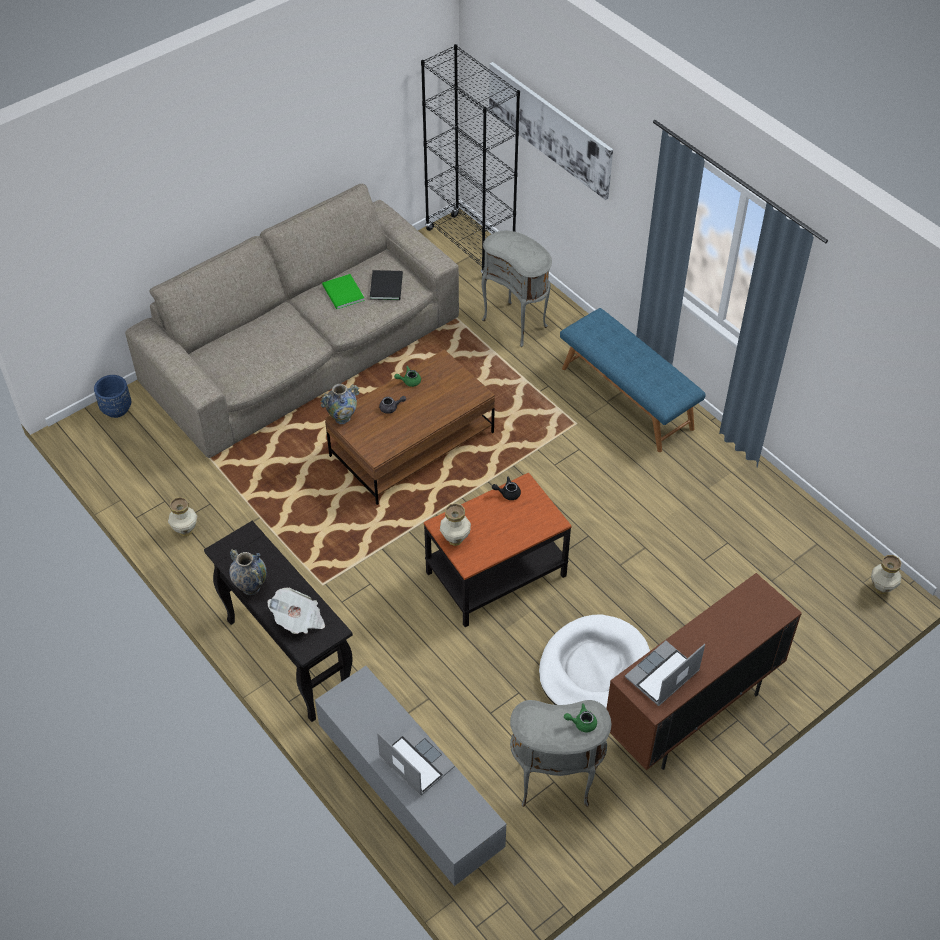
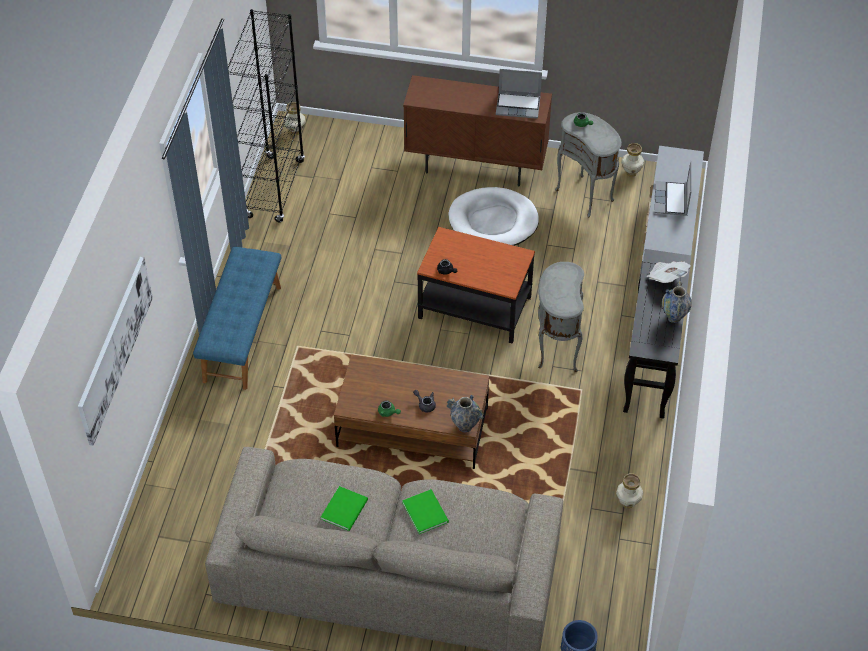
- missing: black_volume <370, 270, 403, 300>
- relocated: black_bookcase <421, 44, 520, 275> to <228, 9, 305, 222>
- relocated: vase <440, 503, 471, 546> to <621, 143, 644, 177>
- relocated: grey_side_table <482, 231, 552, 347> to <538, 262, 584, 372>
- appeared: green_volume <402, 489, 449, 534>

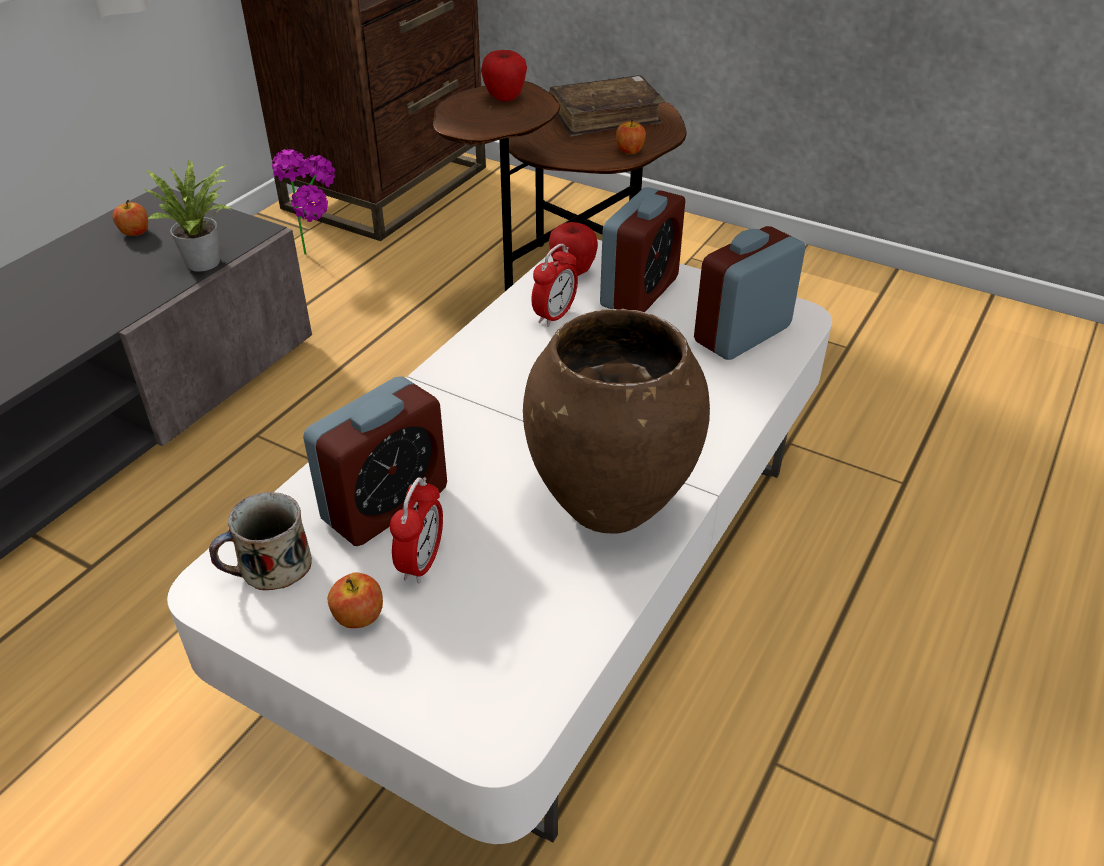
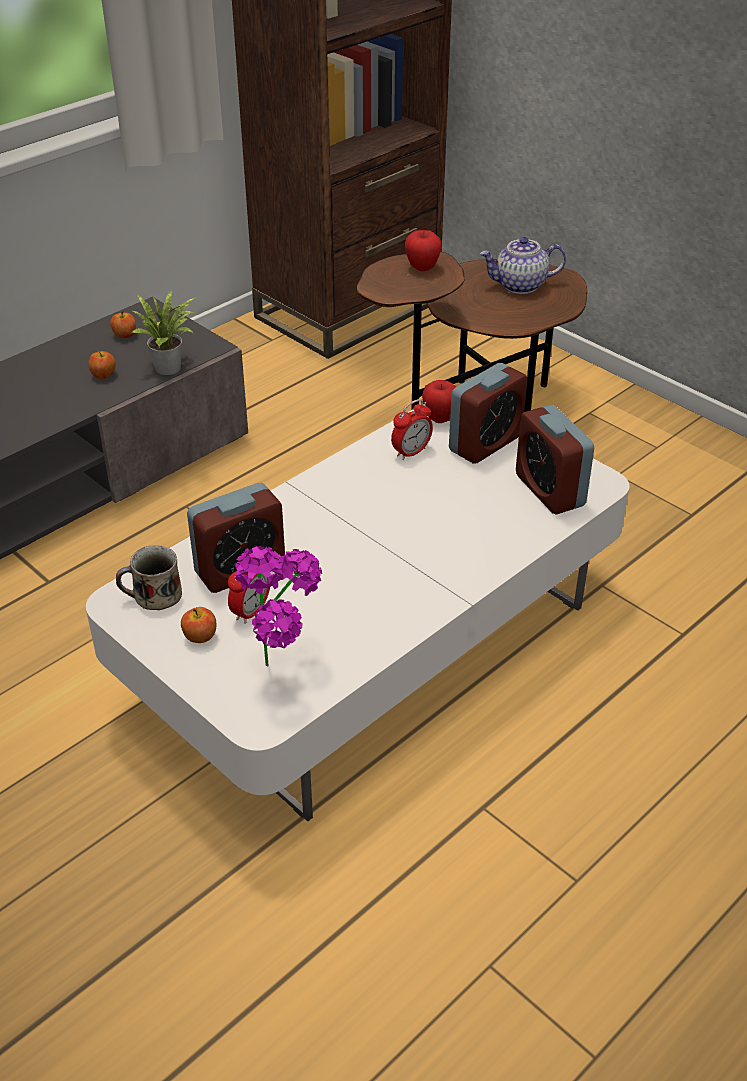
- relocated: plant_in_a_pot <272, 149, 335, 255> to <235, 546, 322, 667>
- missing: brown_vase <523, 309, 710, 534>
- exchanged: brown_volume <549, 75, 665, 136> to pot_for_tea <480, 237, 566, 294>
- relocated: apple_fruit <616, 119, 646, 154> to <88, 351, 116, 379>
- spun: table_clock <694, 226, 806, 360> = <516, 405, 594, 514> 90 degrees counterclockwise

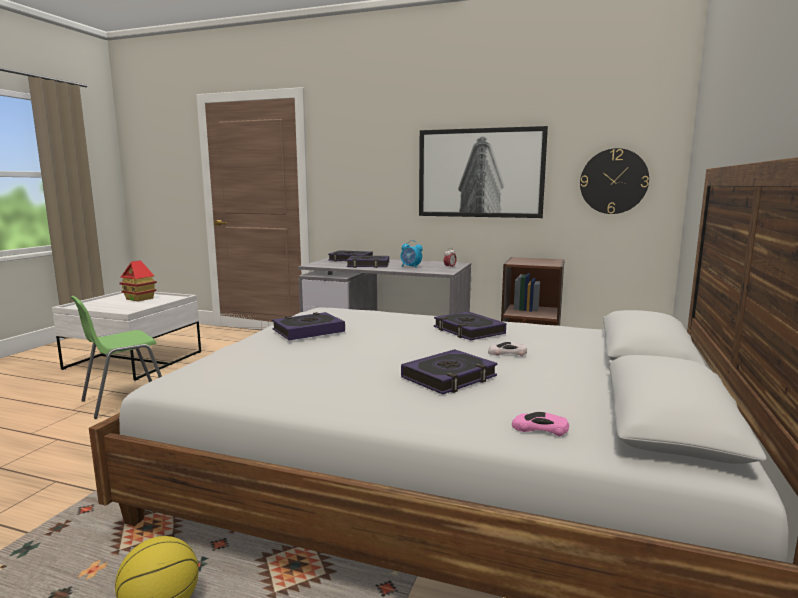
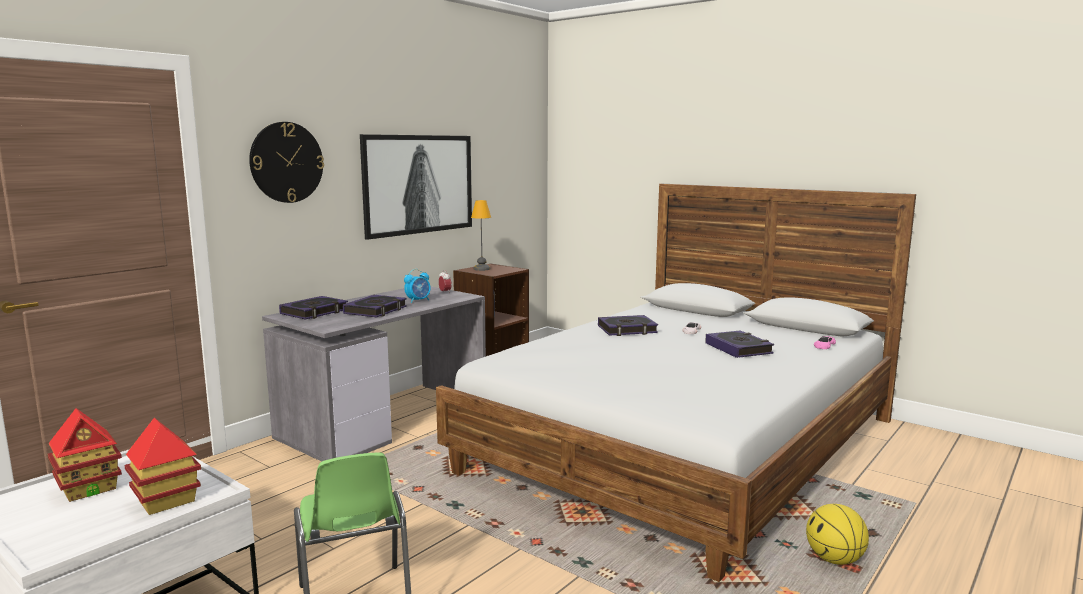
- missing: volume <272, 312, 345, 340>
- relocated: wall_clock <580, 148, 649, 214> to <249, 122, 324, 203>
- appeared: toy_house <124, 418, 201, 515>
- appeared: lamp_for_a_table <471, 200, 491, 271>

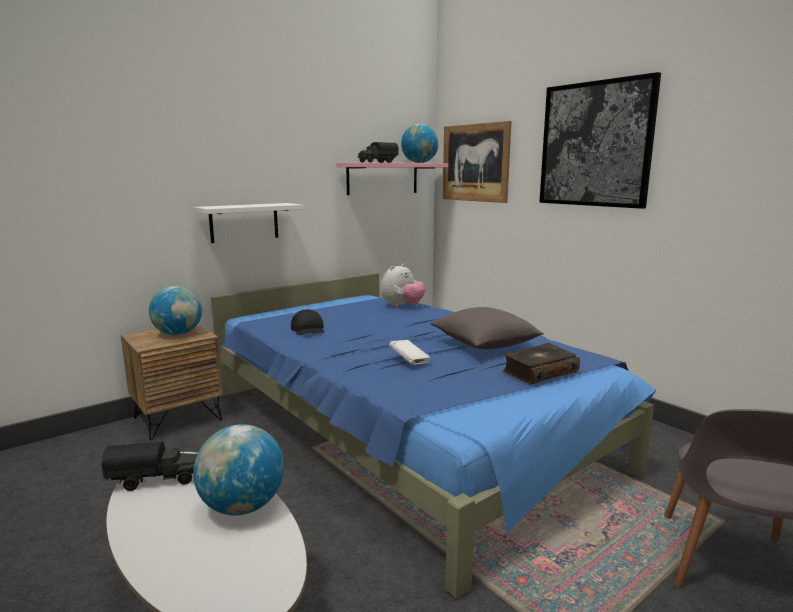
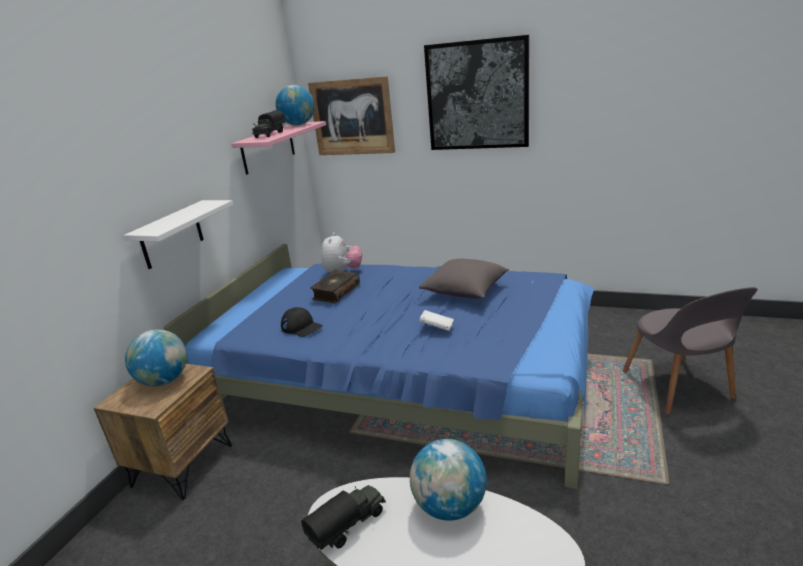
- relocated: volume <502, 343, 580, 384> to <310, 270, 360, 303>

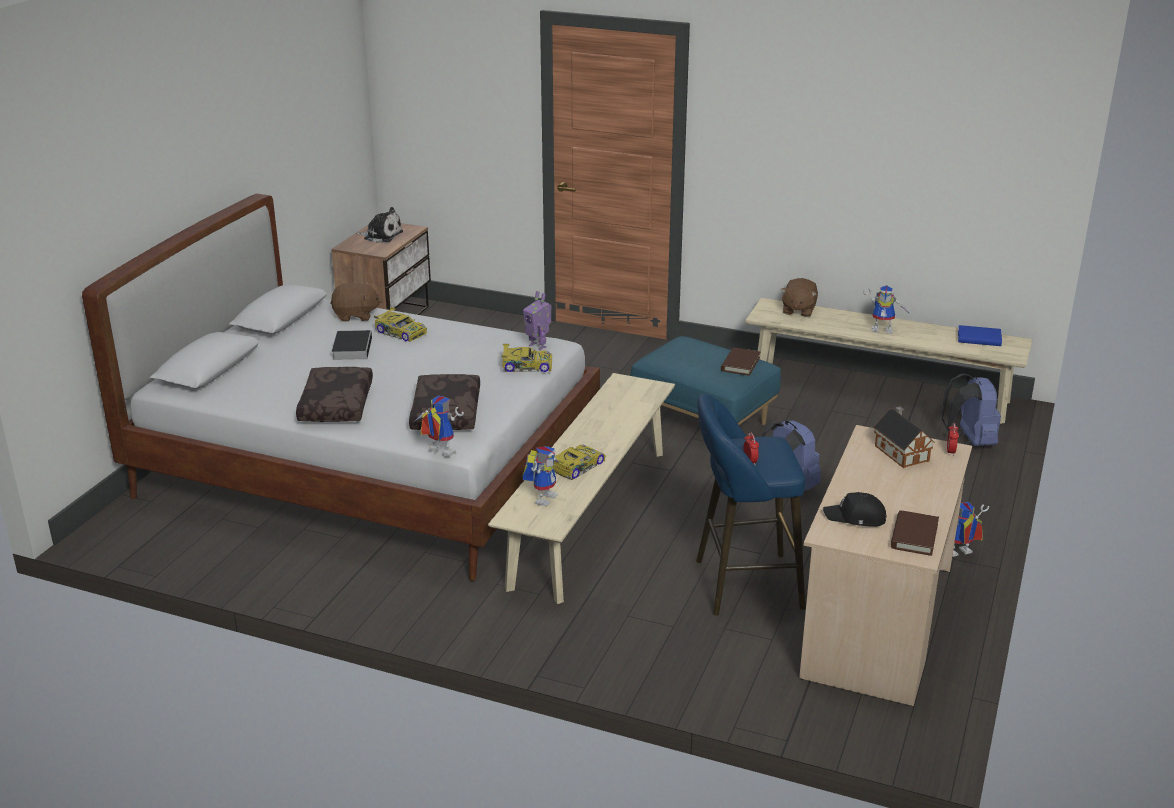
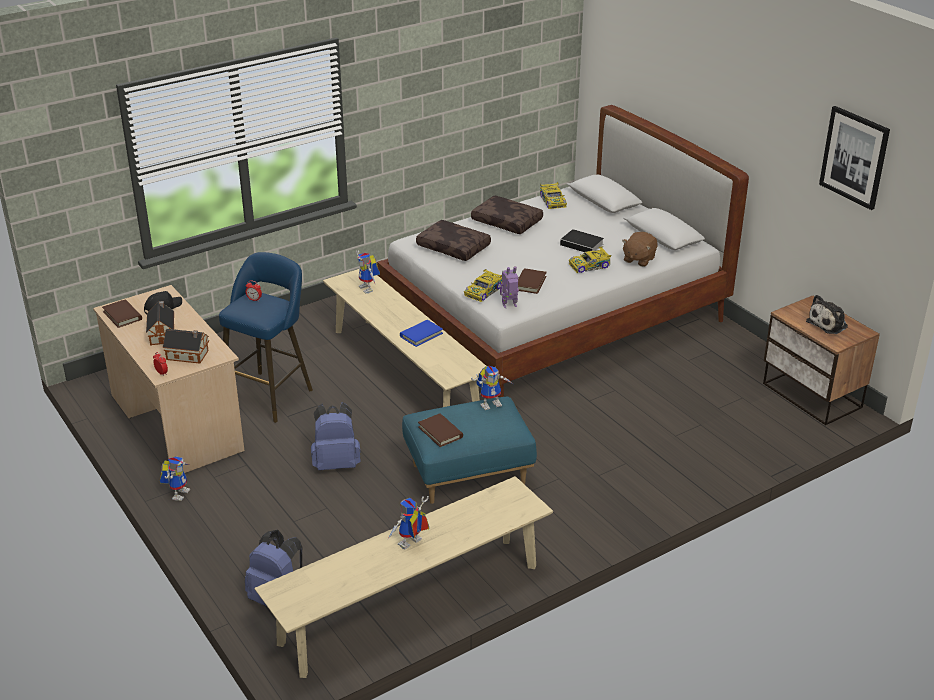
- relocated: robot_figure <415, 396, 464, 457> to <471, 366, 513, 410>
- relocated: miniature_car <553, 444, 606, 480> to <540, 182, 567, 209>
- missing: brown_plush_toy <781, 278, 818, 317>
- relocated: blue-coloured_volume <958, 325, 1002, 346> to <400, 320, 443, 347>
- appeared: toy_house <146, 301, 174, 346>
- appeared: brown_volume <518, 268, 547, 294>
- appeared: wall_art <819, 106, 890, 210>

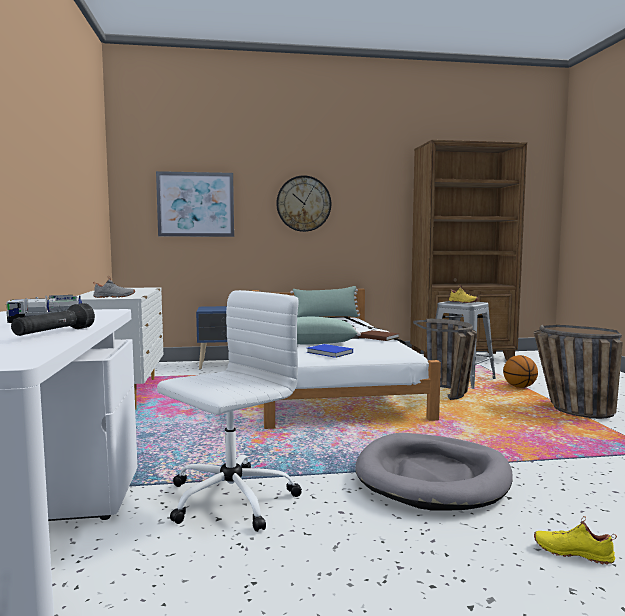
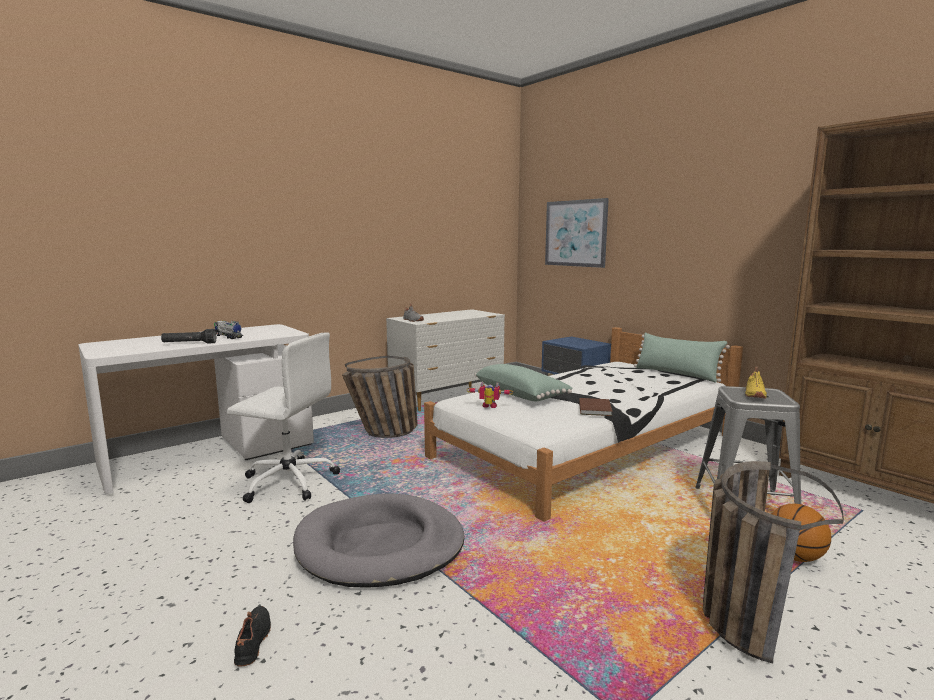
- missing: wall_clock <276, 175, 331, 232>
- exchanged: blue-coloured_volume <307, 344, 353, 358> to robot_figure <467, 382, 513, 408>
- relocated: storage_basket <413, 319, 477, 400> to <342, 356, 418, 438>
- colour: yellow-coloured_item_of_footwear <534, 516, 617, 565> to black_item_of_footwear <234, 606, 271, 666>

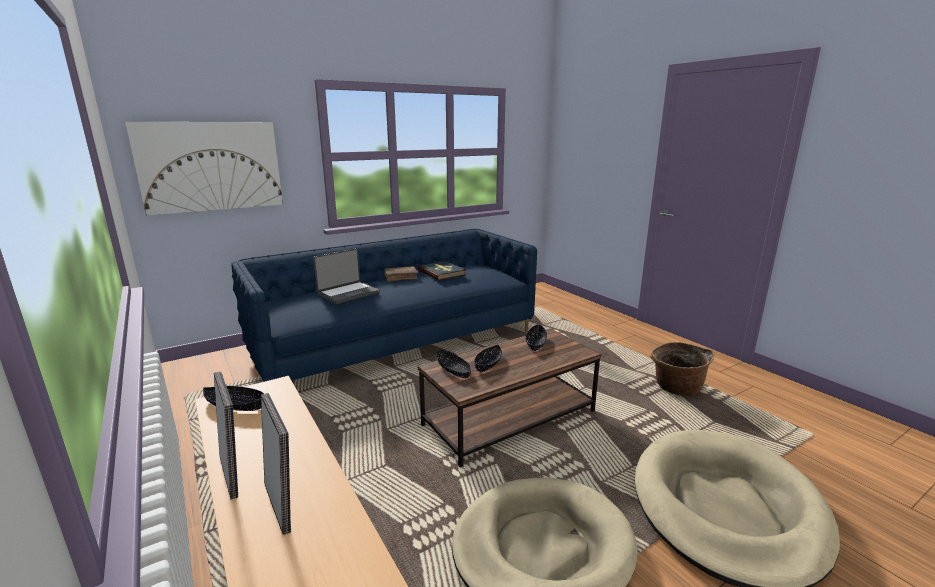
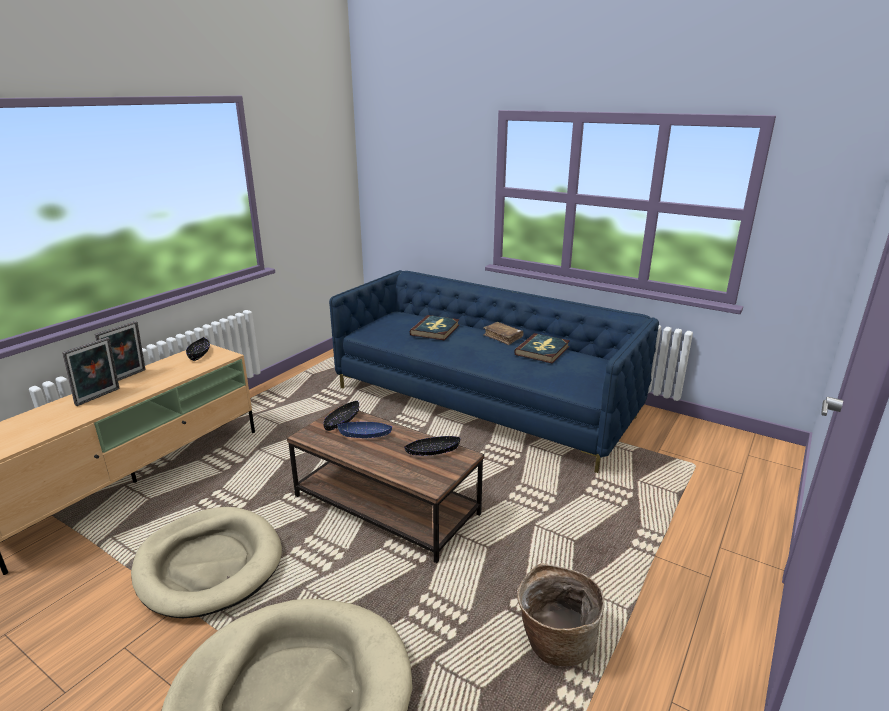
- missing: wall_art <125, 122, 283, 215>
- exchanged: laptop <313, 248, 380, 304> to volume <410, 315, 460, 341>
- colour: black_bowl <474, 345, 502, 372> to blue-coloured_bowl <337, 422, 392, 438>

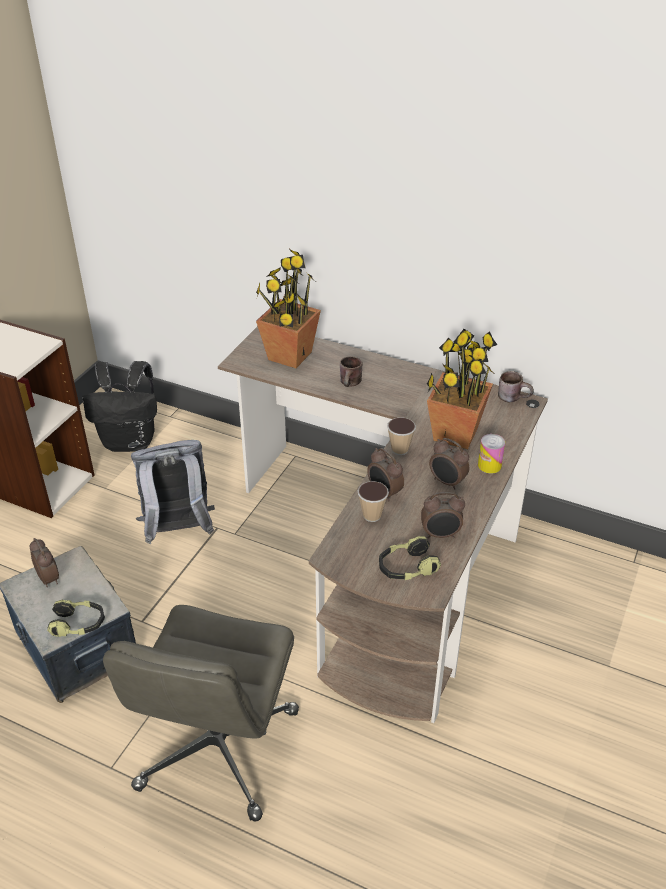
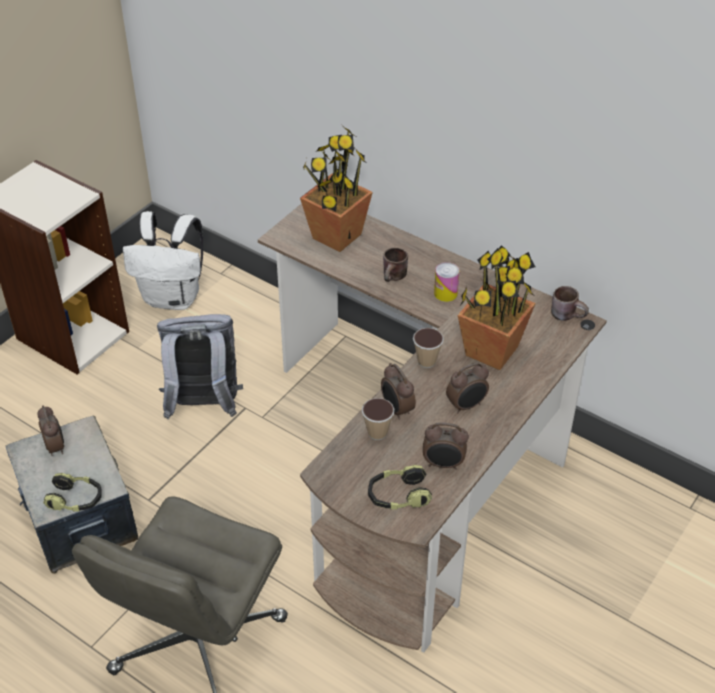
- colour: black_backpack <82, 361, 157, 452> to whitish_backpack <123, 211, 203, 310>
- spun: table_clock <429, 438, 469, 490> = <446, 362, 489, 413> 75 degrees counterclockwise
- relocated: can <478, 434, 505, 474> to <434, 262, 459, 302>

